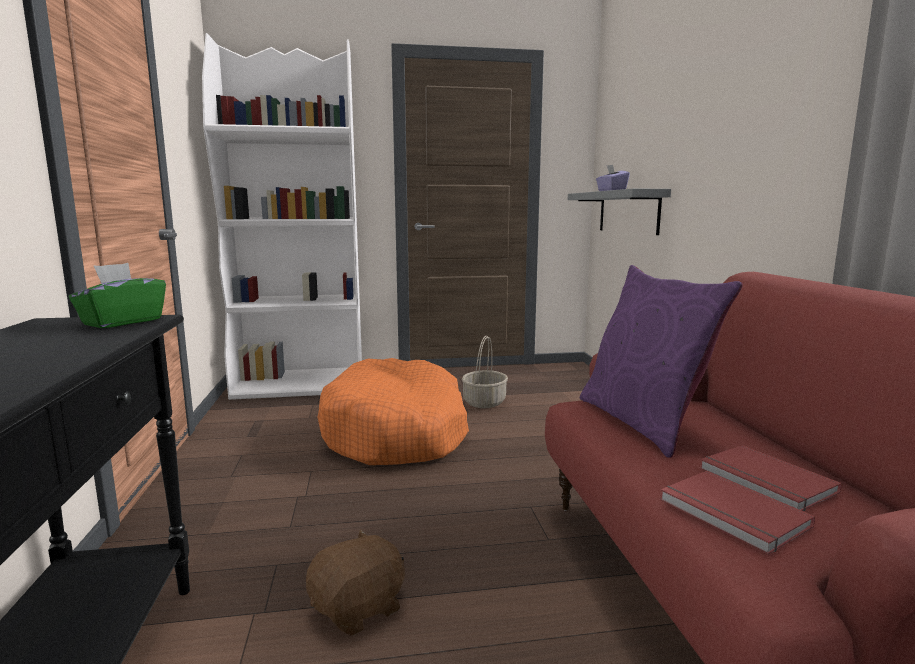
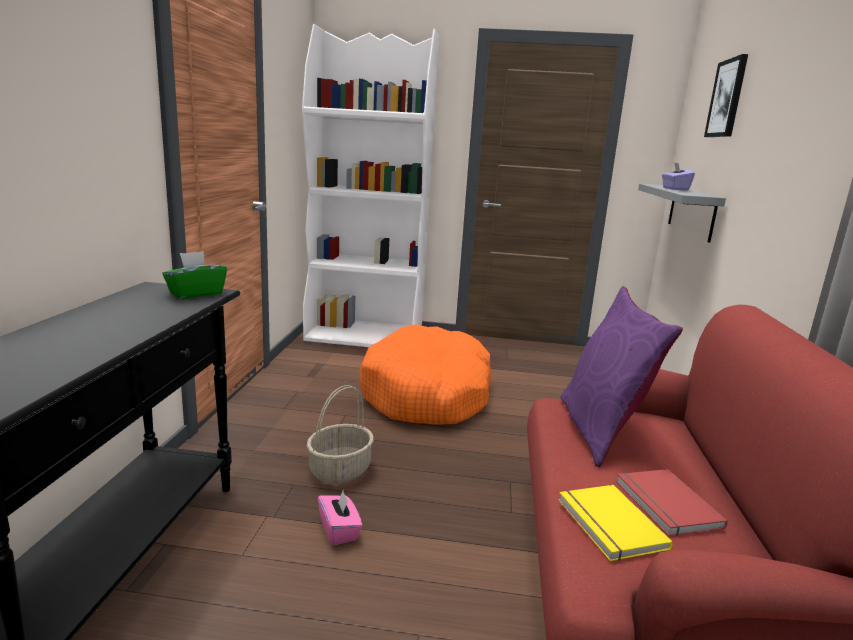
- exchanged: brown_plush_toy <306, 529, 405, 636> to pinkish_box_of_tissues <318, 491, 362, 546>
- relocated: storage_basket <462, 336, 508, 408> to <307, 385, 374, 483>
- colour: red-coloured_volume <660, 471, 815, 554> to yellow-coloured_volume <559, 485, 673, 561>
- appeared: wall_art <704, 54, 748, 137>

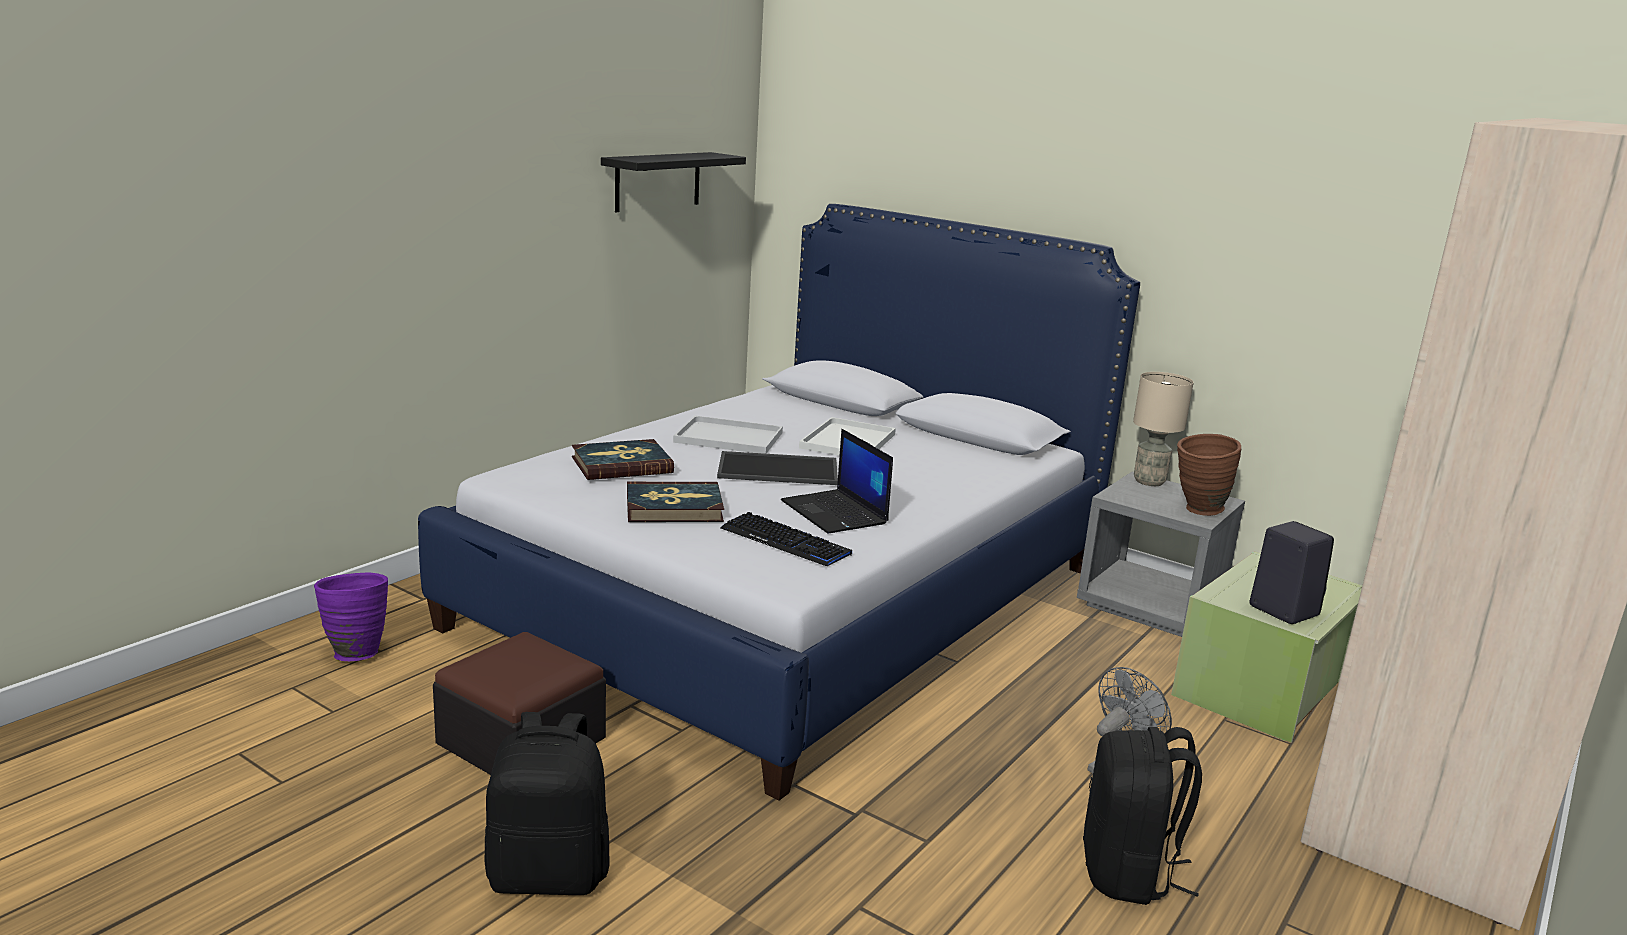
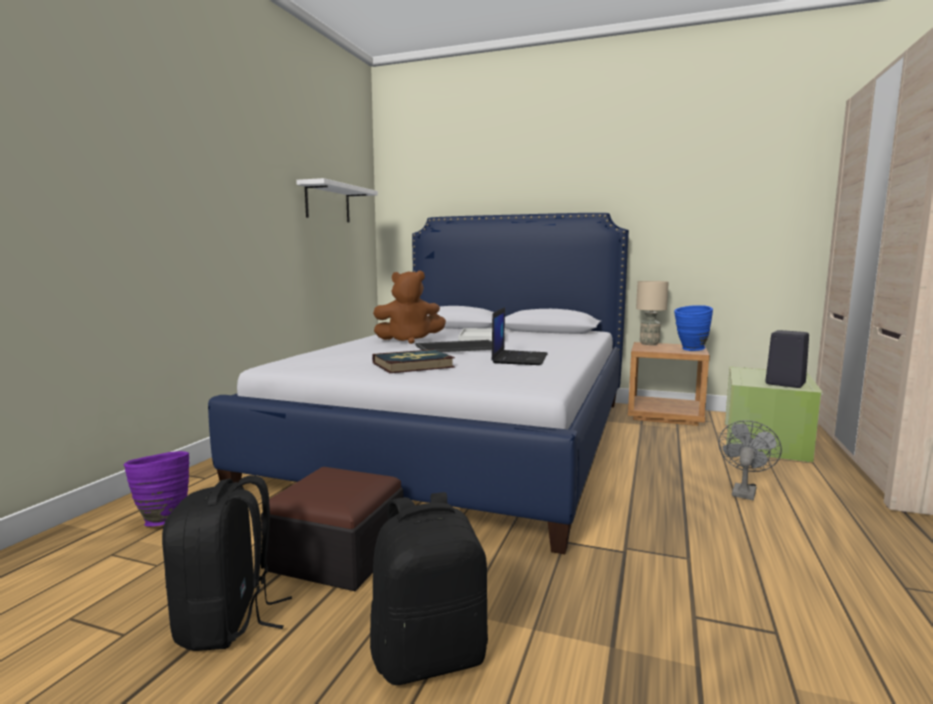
- missing: volume <572, 439, 674, 480>
- colour: black_wall_shelf <601, 152, 746, 212> to whitish_wall_shelf <296, 178, 378, 222>
- exchanged: whitish_tray <673, 416, 783, 454> to brown_plush_toy <373, 271, 446, 344>
- missing: keyboard <720, 512, 852, 566>
- spun: laptop <781, 429, 893, 533> = <491, 307, 548, 365> 120 degrees counterclockwise
- colour: grey_bedside_table <1077, 472, 1245, 637> to brown_bedside_table <628, 342, 710, 426>
- relocated: black_backpack <1083, 727, 1202, 905> to <162, 475, 292, 651>
- colour: brown_vase <1177, 434, 1241, 516> to blue-coloured_vase <674, 305, 713, 351>

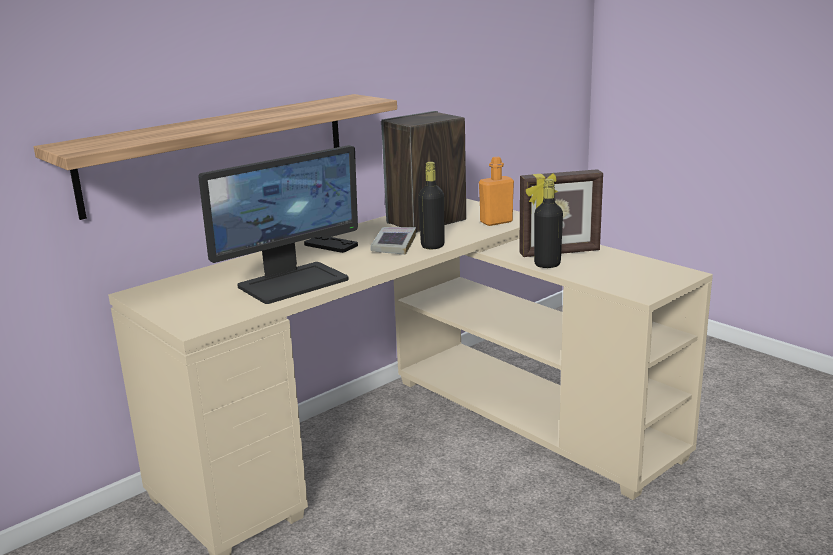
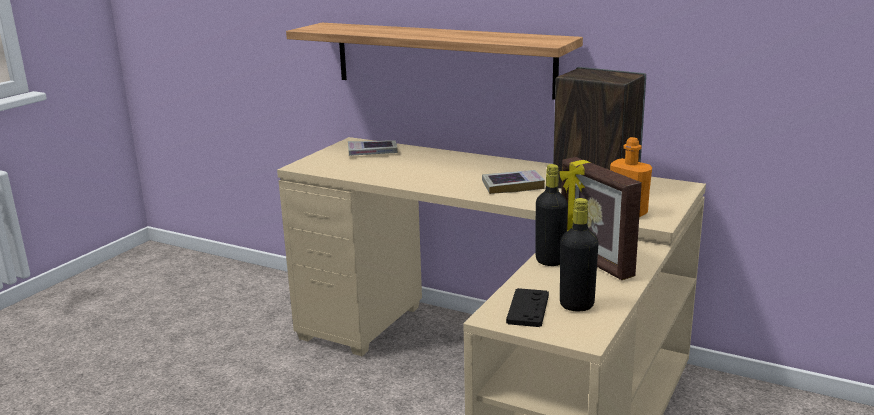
- missing: computer_display <198, 145, 358, 304>
- relocated: black_gamepad <304, 236, 358, 253> to <506, 288, 549, 327>
- relocated: black_beverage_bottle <418, 162, 445, 249> to <560, 198, 598, 311>
- appeared: volume <348, 140, 398, 156>

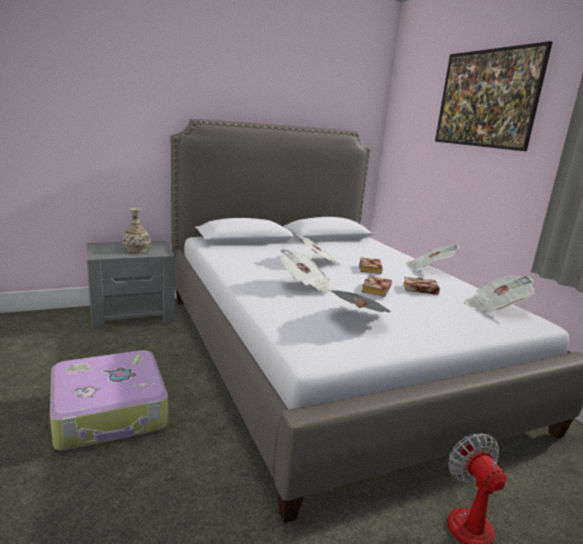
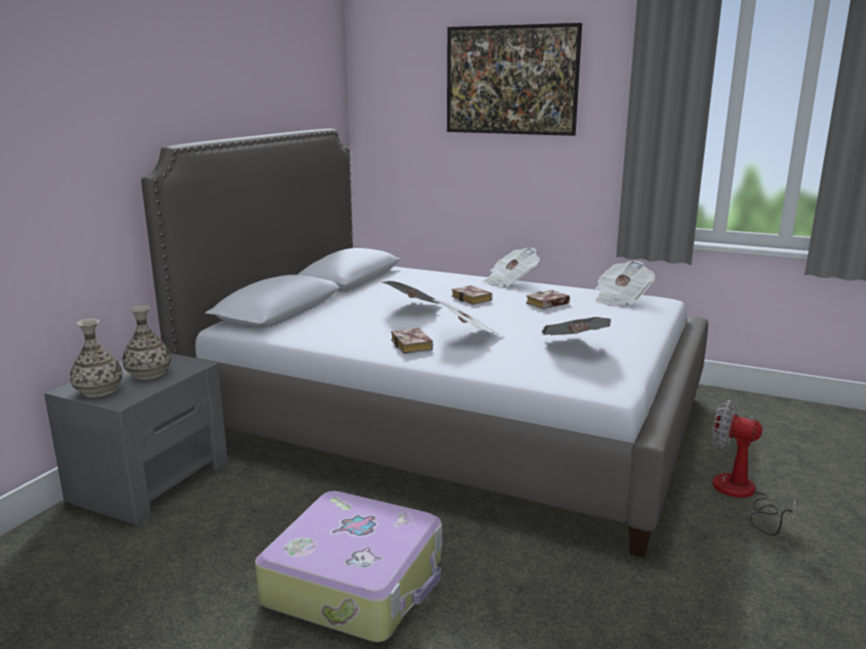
- relocated: volume <361, 276, 392, 297> to <391, 328, 433, 354>
- appeared: vase <70, 319, 123, 398>

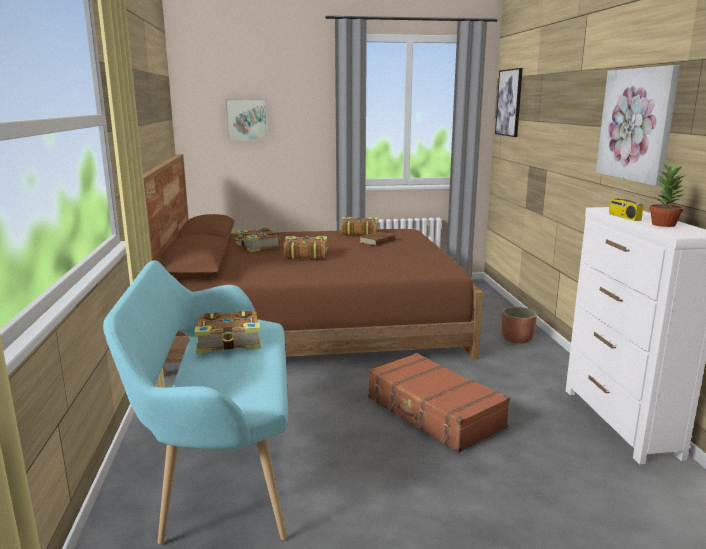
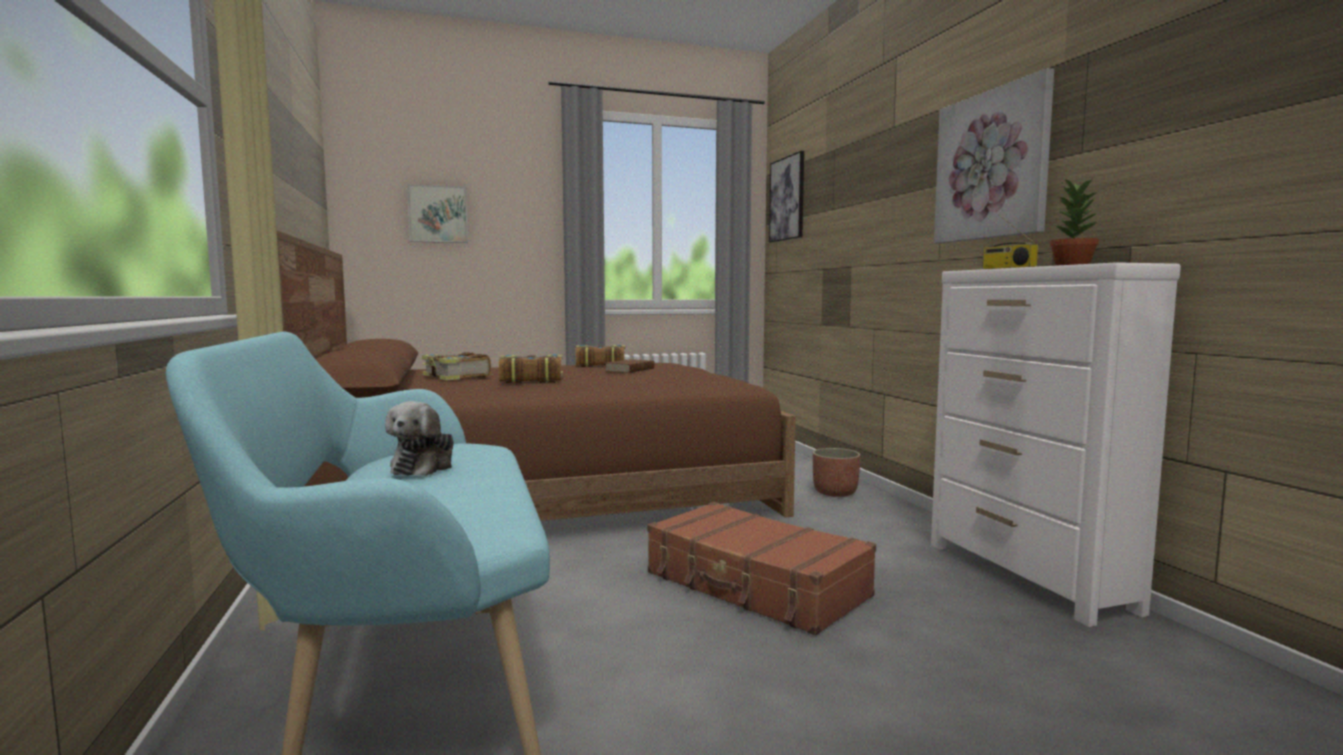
- exchanged: volume <194, 310, 261, 354> to plush_toy <385, 401, 454, 476>

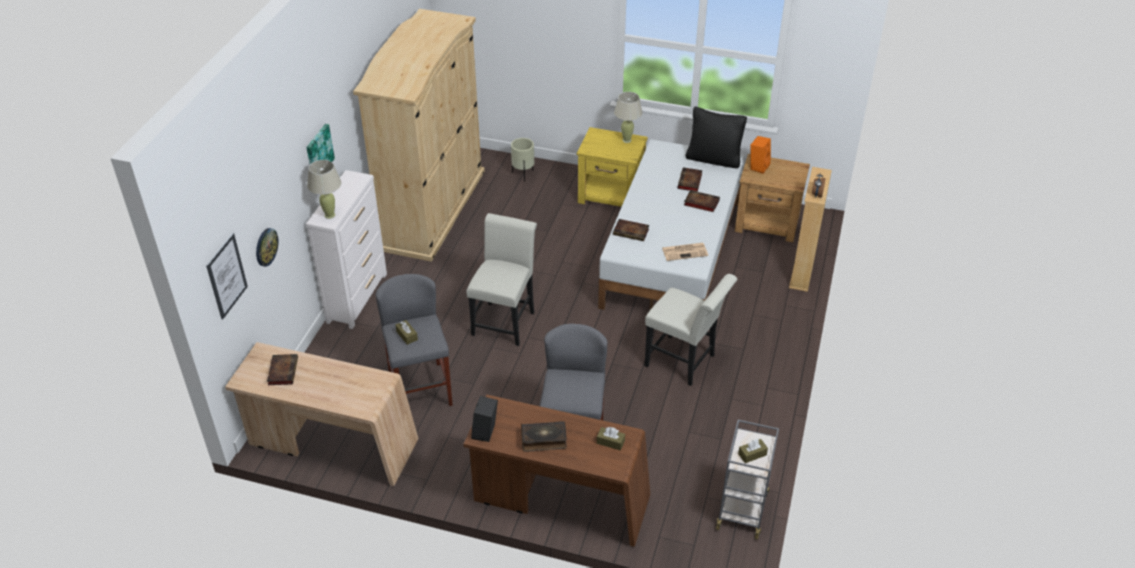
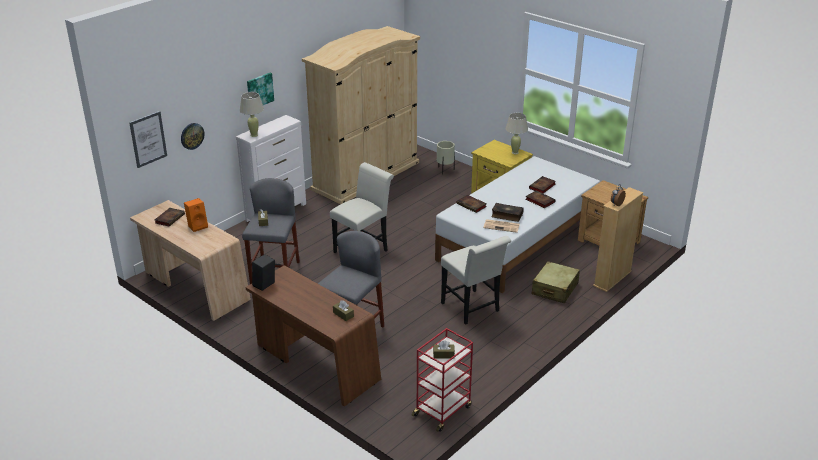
- relocated: volume <521, 421, 567, 452> to <491, 203, 524, 222>
- missing: black_pillow <686, 106, 747, 168>
- colour: grey_trolley <716, 420, 779, 540> to red-coloured_trolley <411, 328, 473, 432>
- relocated: orange-coloured_speaker <750, 136, 771, 174> to <184, 198, 208, 232>
- appeared: beige-coloured_travel_case <532, 261, 580, 303>

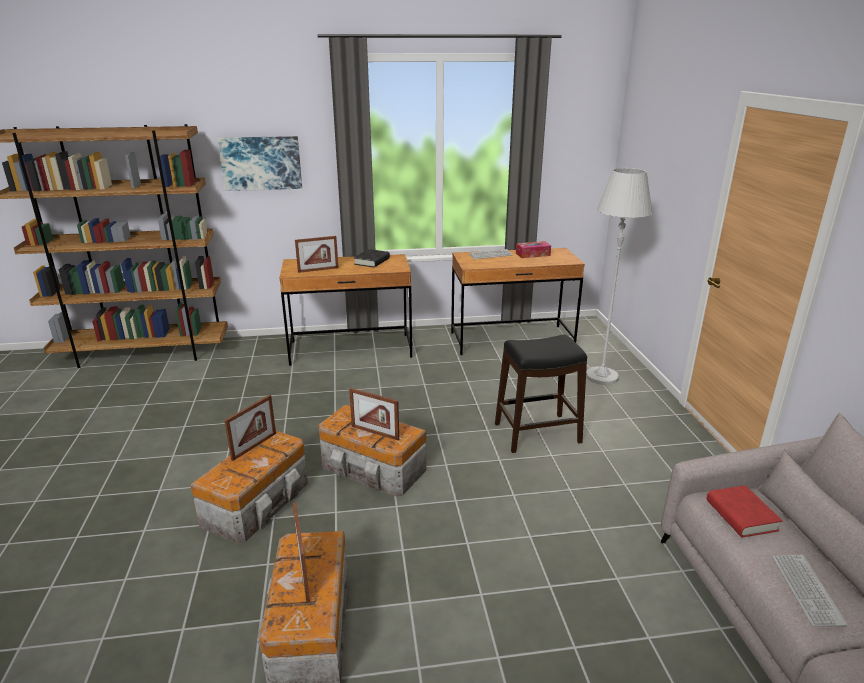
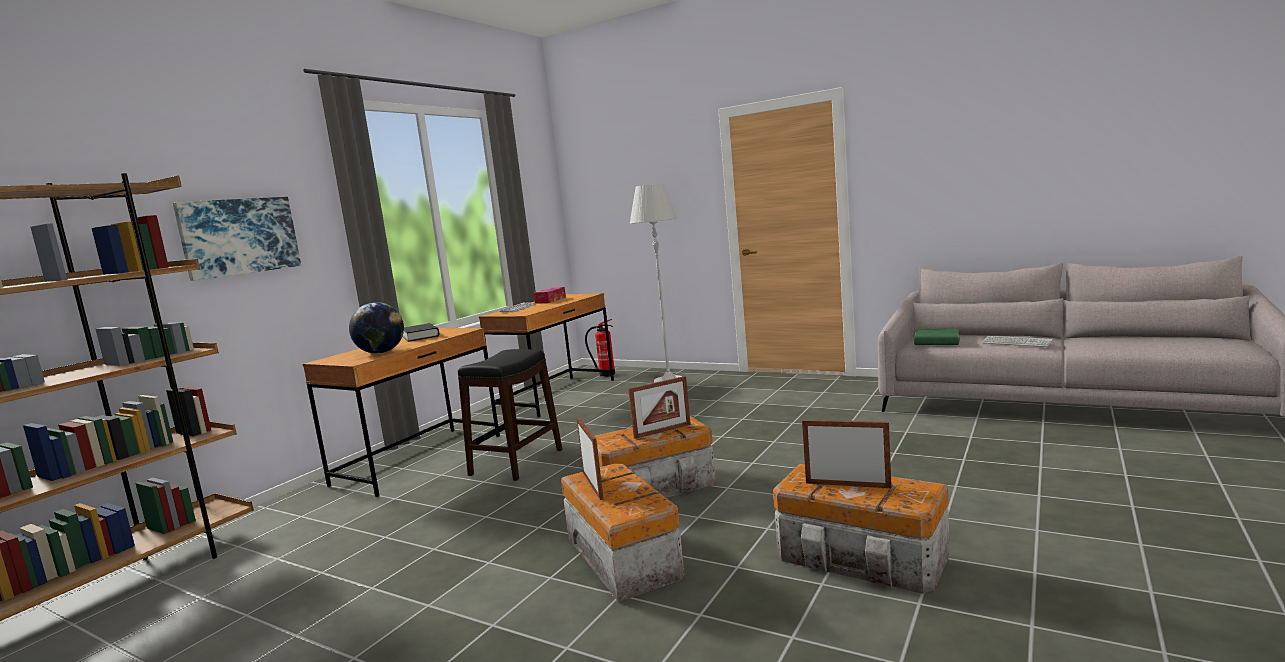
- exchanged: picture_frame <295, 236, 338, 273> to globe <349, 302, 404, 354>
- relocated: black_stool <495, 334, 587, 453> to <458, 349, 562, 481>
- colour: red-coloured_volume <706, 485, 782, 537> to green_volume <914, 329, 960, 345>
- appeared: fire_extinguisher <585, 319, 615, 377>

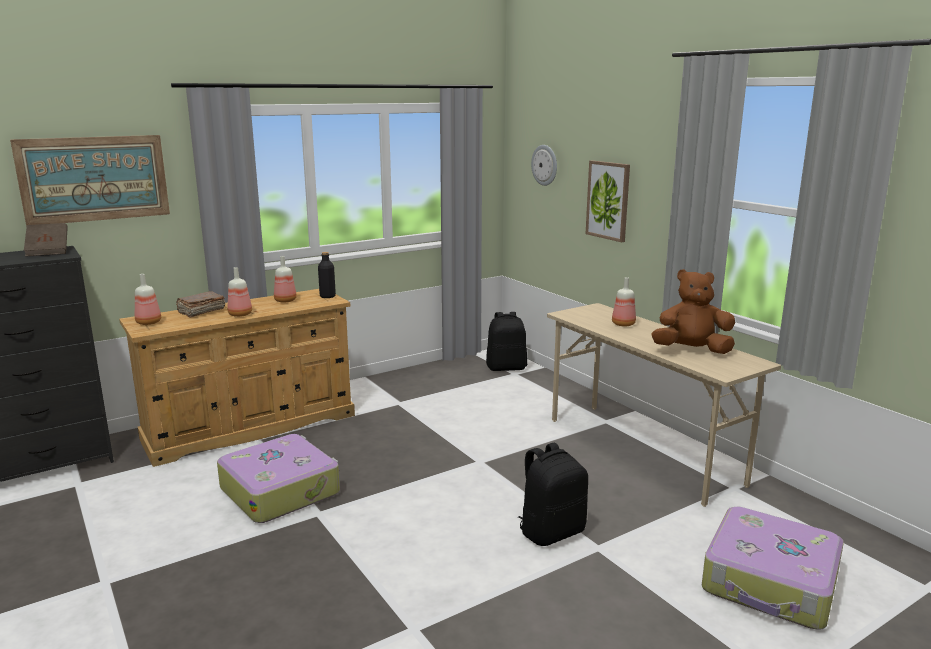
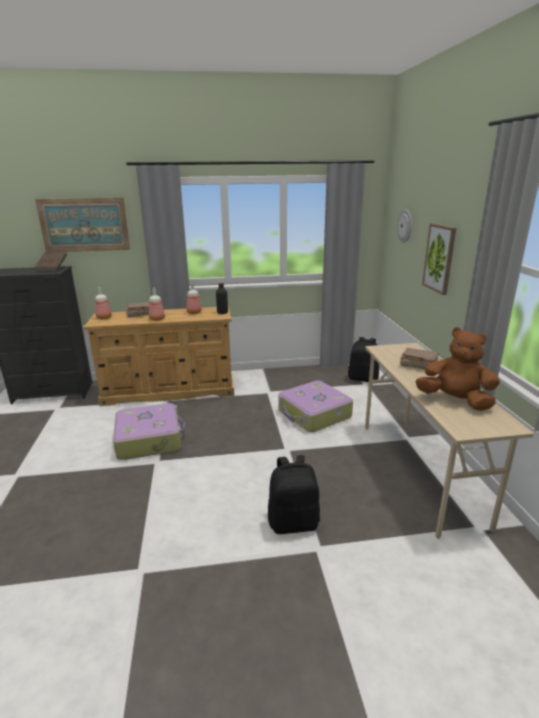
- exchanged: beverage_bottle <612, 277, 636, 326> to brown_volume <400, 348, 439, 369>
- relocated: travel_case <702, 507, 844, 629> to <279, 381, 353, 432>

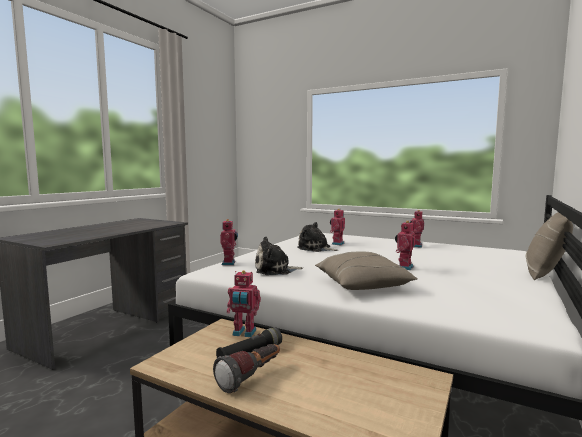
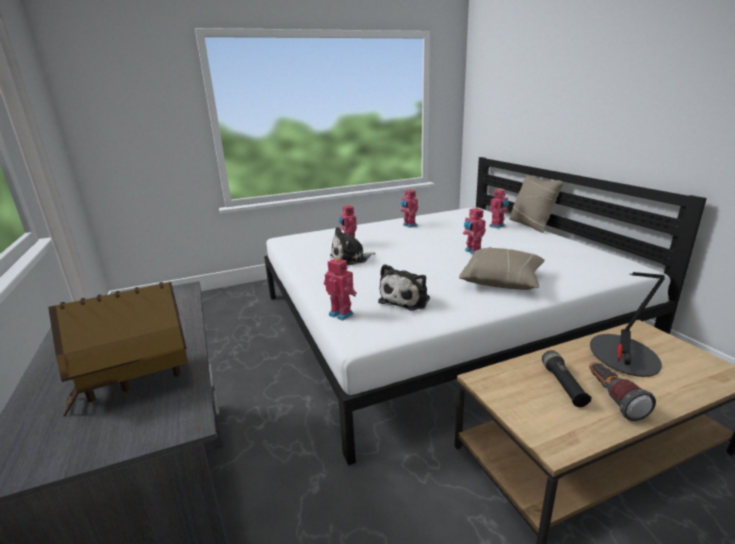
- relocated: robot_figure <227, 270, 261, 337> to <489, 188, 509, 228>
- appeared: toy_house <48, 282, 188, 416>
- appeared: lamp_for_a_table <590, 272, 665, 377>

